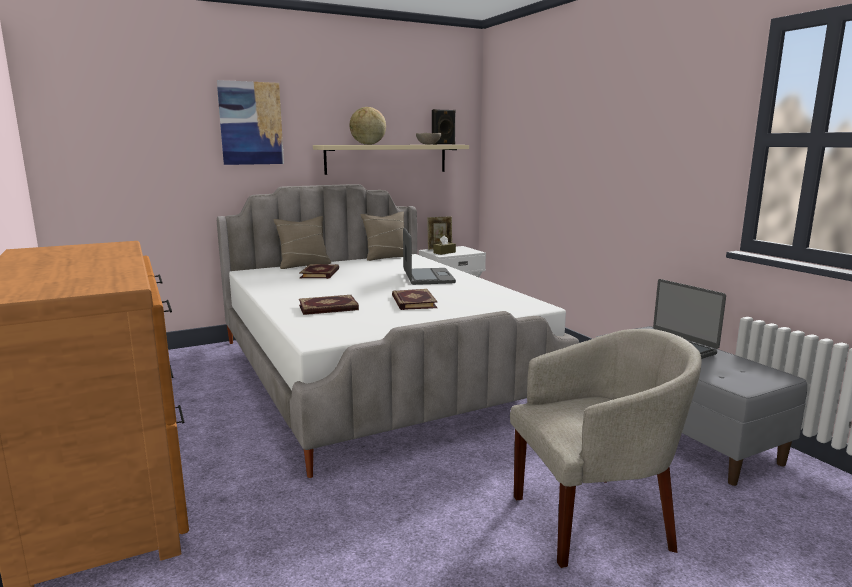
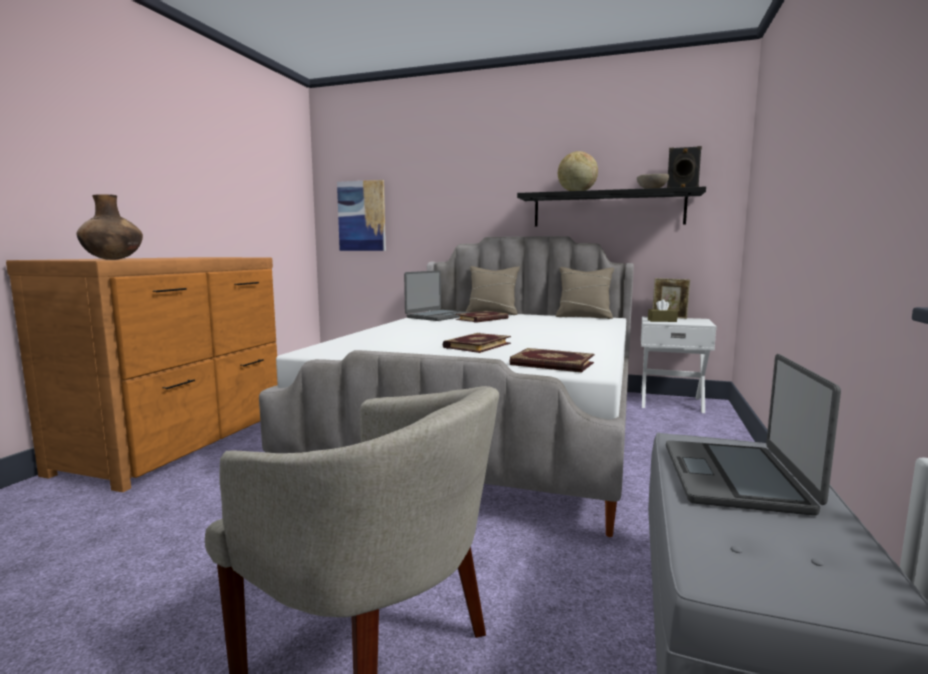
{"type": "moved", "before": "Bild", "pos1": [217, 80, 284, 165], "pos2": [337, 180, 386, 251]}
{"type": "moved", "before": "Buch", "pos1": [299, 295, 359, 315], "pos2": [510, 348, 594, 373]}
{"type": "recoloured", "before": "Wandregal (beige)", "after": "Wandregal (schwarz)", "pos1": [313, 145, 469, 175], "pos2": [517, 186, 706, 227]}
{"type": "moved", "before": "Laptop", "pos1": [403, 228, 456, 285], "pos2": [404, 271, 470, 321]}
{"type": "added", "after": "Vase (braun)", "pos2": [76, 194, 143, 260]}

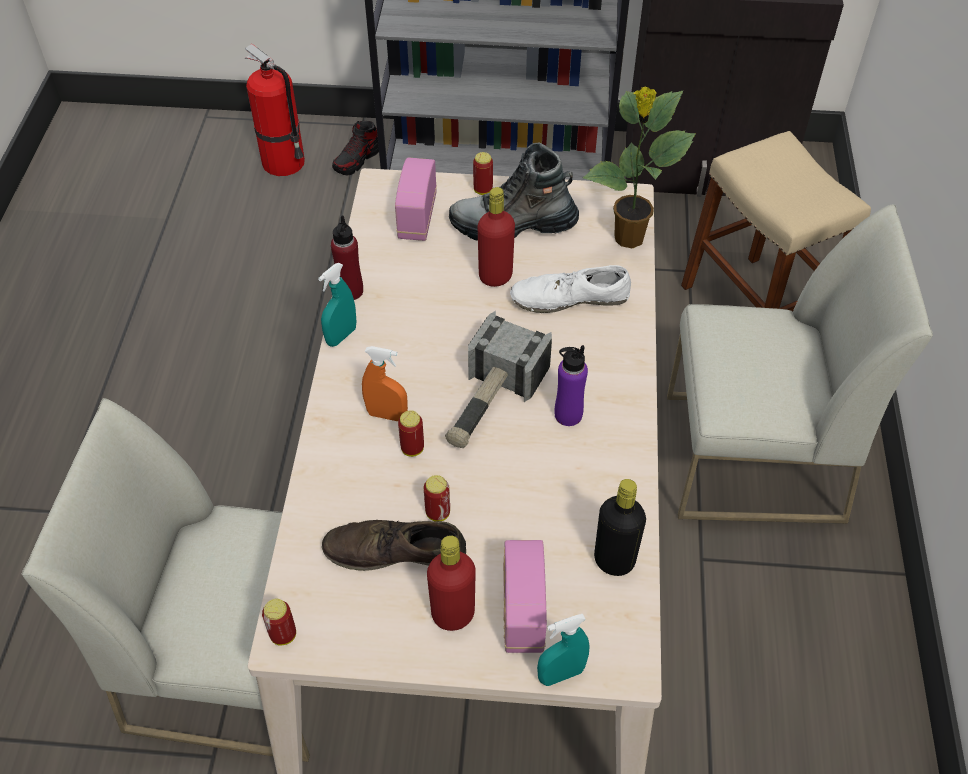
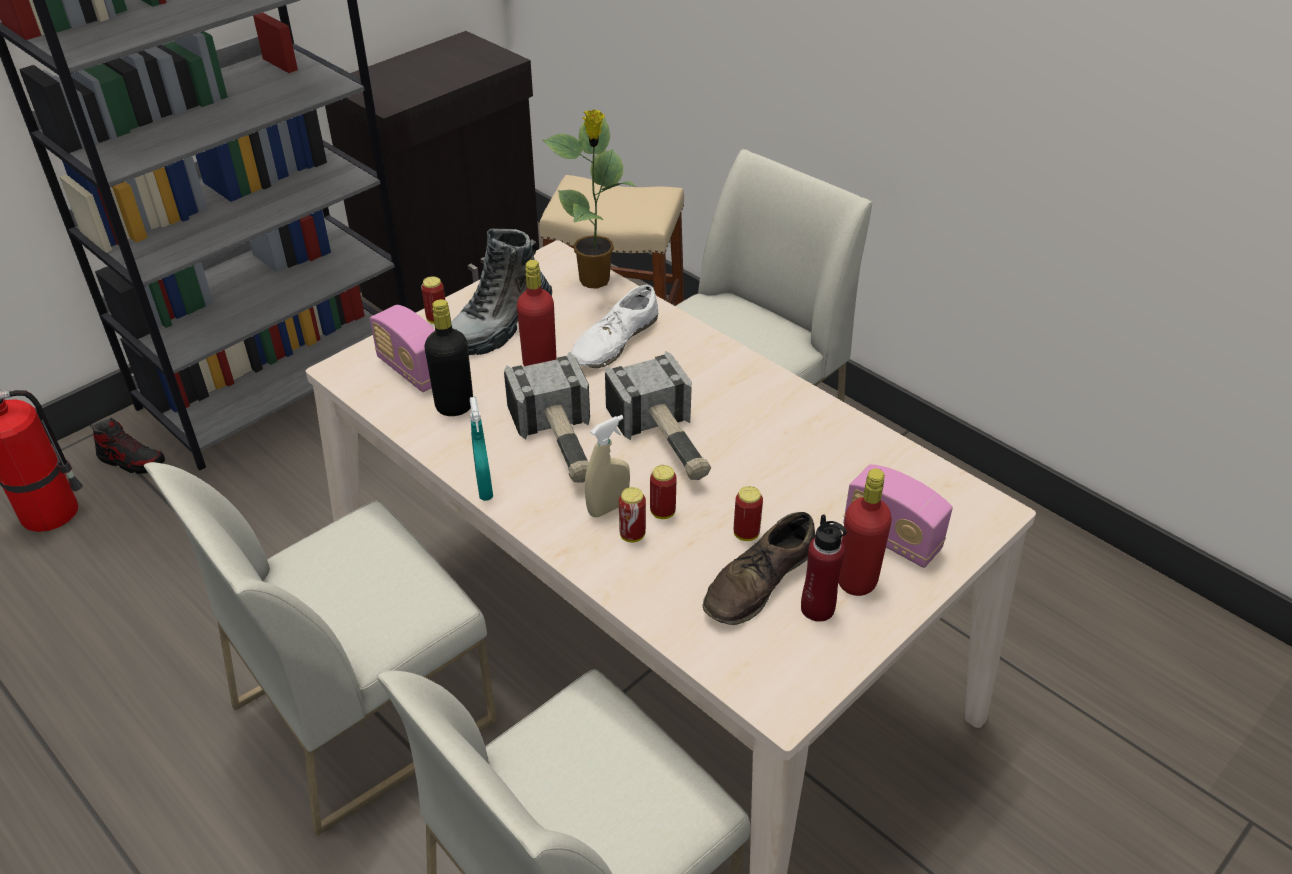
{"type": "moved", "before": "Dose", "pos1": [262, 599, 296, 646], "pos2": [619, 487, 646, 542]}
{"type": "moved", "before": "Flasche (rot)", "pos1": [331, 216, 363, 300], "pos2": [801, 514, 847, 622]}
{"type": "turned", "before": "Schuh", "pos1": [332, 121, 379, 176], "pos2": [93, 418, 165, 474], "turn": -60}
{"type": "recoloured", "before": "Sprühflasche (orange)", "after": "Sprühflasche (beige)", "pos1": [362, 346, 408, 421], "pos2": [585, 415, 630, 517]}
{"type": "removed", "before": "Sprühflasche (türkis)", "pos1": [537, 614, 590, 686]}
{"type": "removed", "before": "Flasche (lila)", "pos1": [555, 345, 588, 426]}
{"type": "moved", "before": "Flasche (schwarz)", "pos1": [594, 479, 646, 576], "pos2": [424, 299, 473, 416]}
{"type": "added", "after": "Stuhl (weiß)", "pos2": [144, 462, 497, 836]}
{"type": "added", "after": "Hammer", "pos2": [504, 352, 590, 483]}

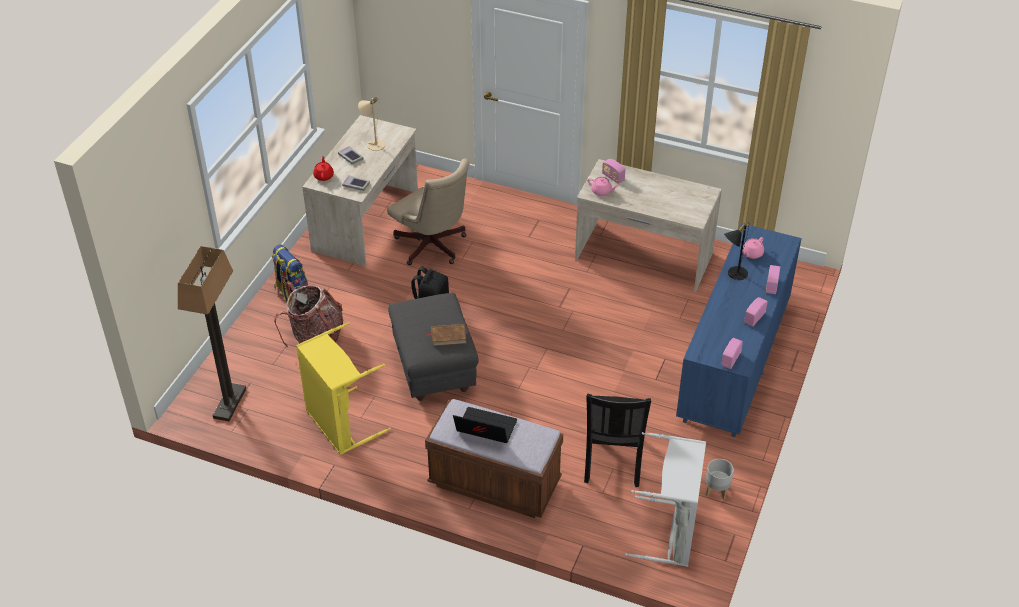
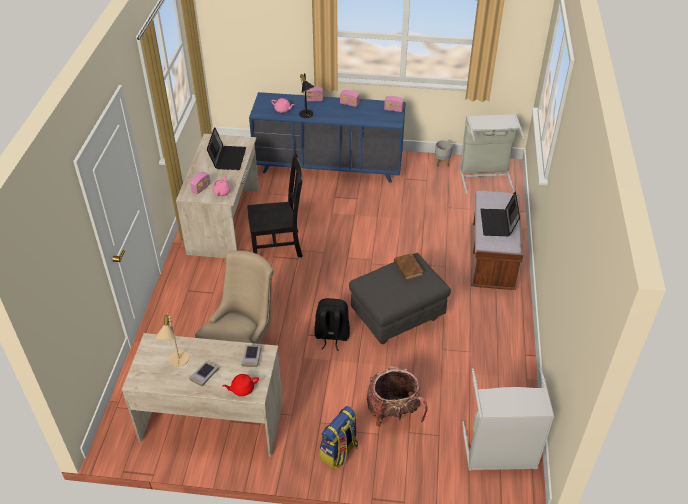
{"type": "replaced", "before": "Stehlampe", "after": "Wäschekorb (grau)", "pos1": [178, 246, 246, 421], "pos2": [462, 367, 554, 471]}
{"type": "removed", "before": "Wäschekorb (gelb)", "pos1": [296, 322, 391, 455]}
{"type": "moved", "before": "Stuhl (schwarz)", "pos1": [584, 394, 651, 487], "pos2": [247, 153, 303, 257]}
{"type": "added", "after": "Laptop", "pos2": [207, 127, 246, 170]}

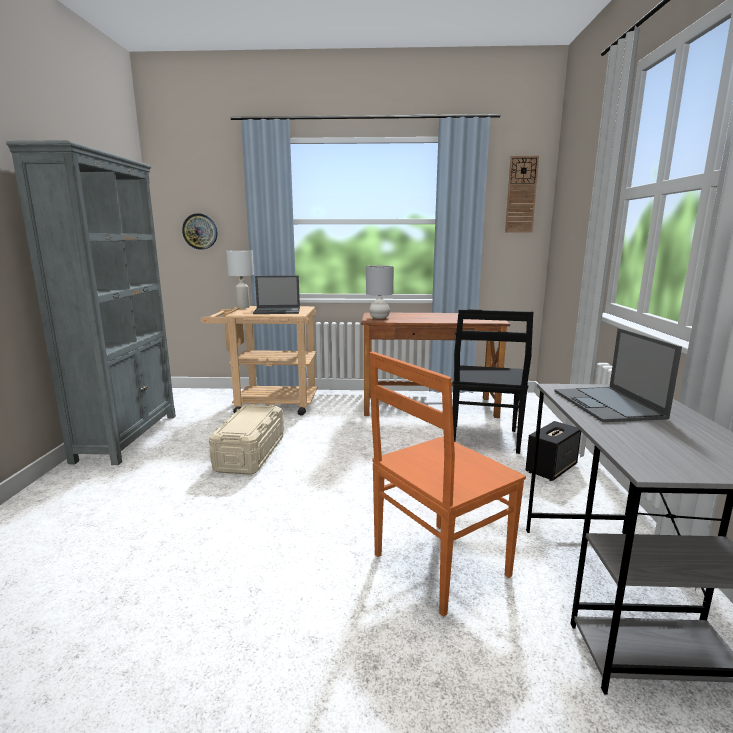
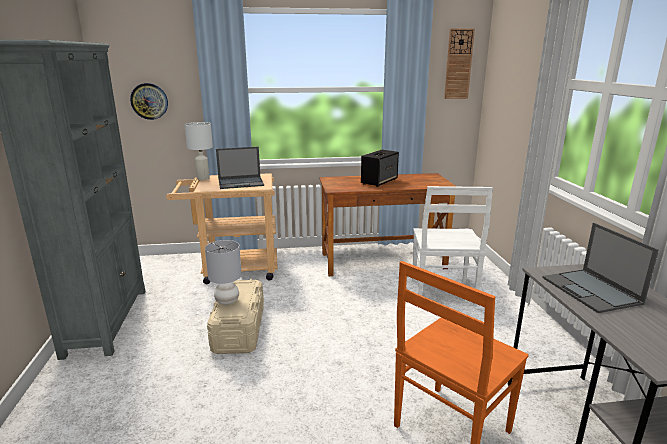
{"type": "moved", "before": "Tischlampe (grau)", "pos1": [366, 266, 394, 319], "pos2": [205, 240, 242, 305]}
{"type": "recoloured", "before": "Stuhl (schwarz)", "after": "Stuhl (weiß)", "pos1": [453, 309, 533, 454], "pos2": [412, 186, 493, 306]}
{"type": "moved", "before": "Lautsprecher", "pos1": [526, 421, 581, 481], "pos2": [361, 150, 399, 187]}

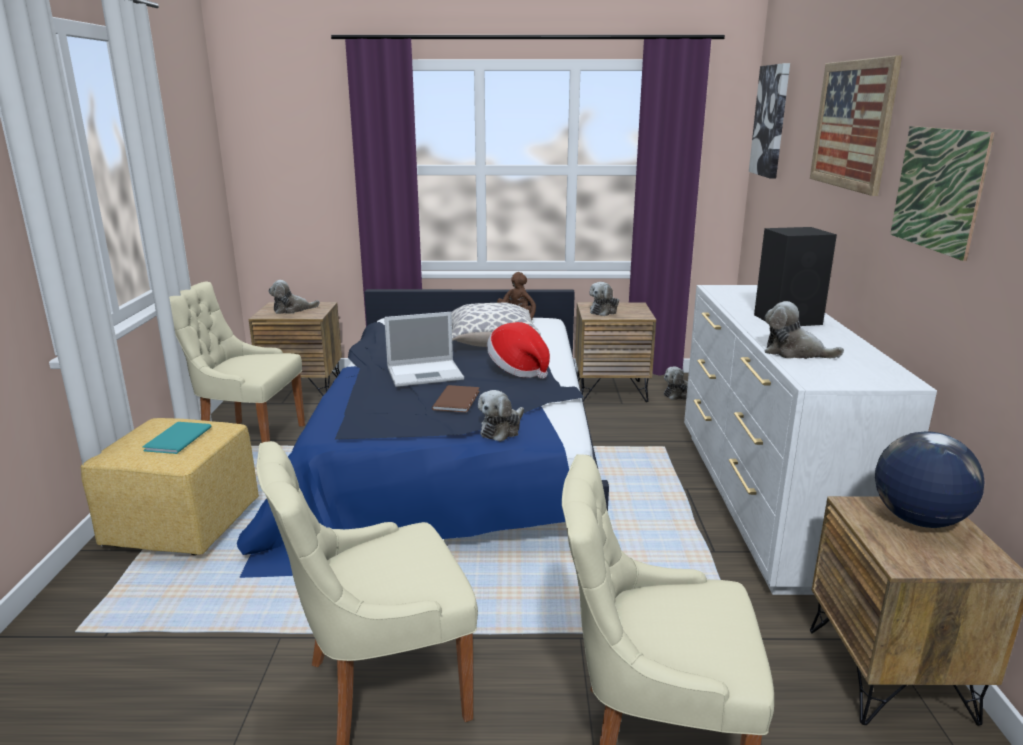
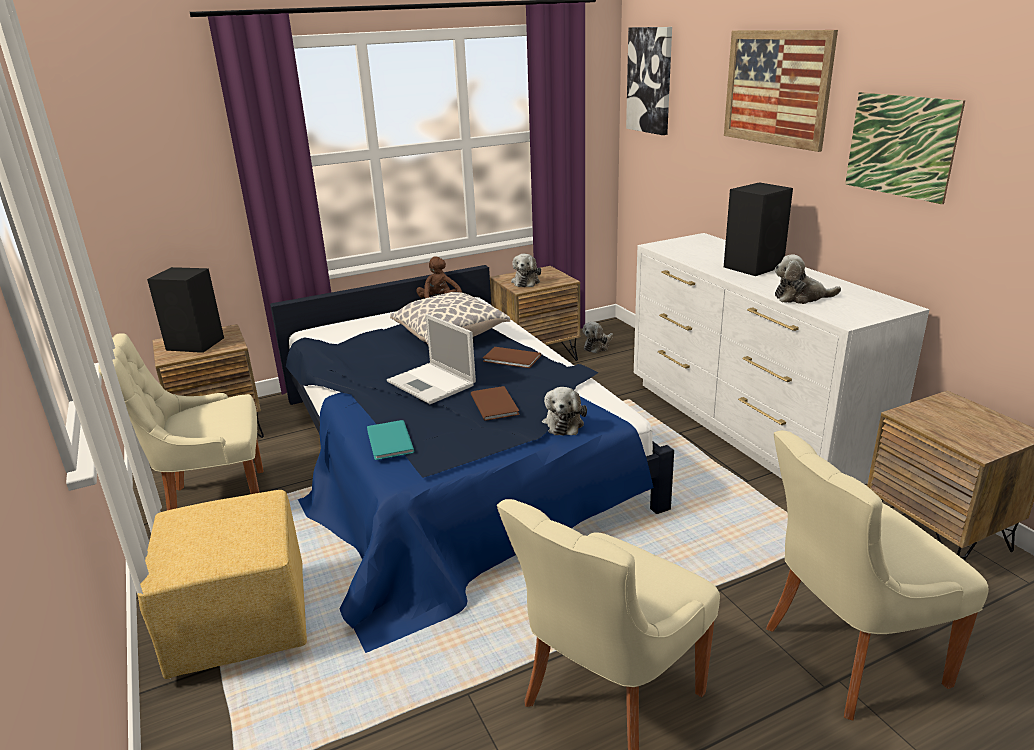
{"type": "moved", "before": "Buch (türkis)", "pos1": [142, 422, 212, 454], "pos2": [367, 420, 414, 460]}
{"type": "replaced", "before": "Plüschtier", "after": "Lautsprecher (schwarz)", "pos1": [268, 280, 320, 314], "pos2": [147, 267, 224, 353]}
{"type": "turned", "before": "Laptop", "pos1": [384, 312, 464, 387], "pos2": [387, 314, 476, 404], "turn": 90}
{"type": "replaced", "before": "Hut", "after": "Buch (braun)", "pos1": [487, 322, 550, 379], "pos2": [483, 347, 541, 368]}
{"type": "removed", "before": "Globus", "pos1": [875, 431, 985, 528]}

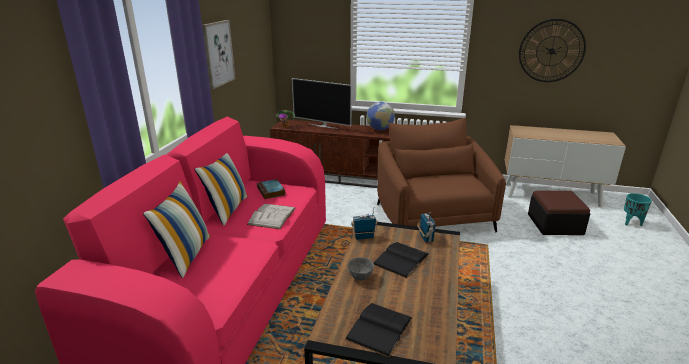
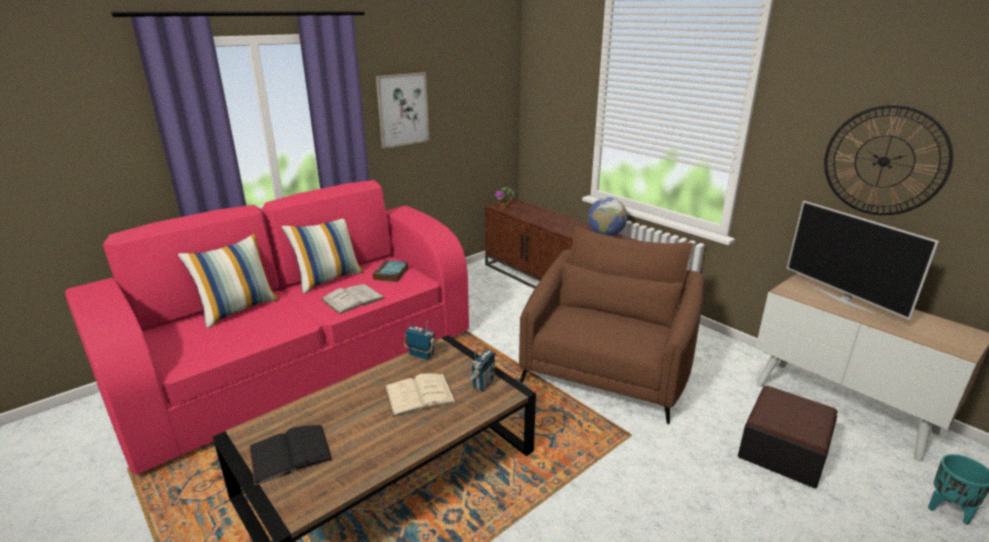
{"type": "moved", "before": "Fernseher", "pos1": [292, 78, 352, 129], "pos2": [787, 201, 939, 320]}
{"type": "removed", "before": "Schüssel (grau)", "pos1": [348, 257, 374, 281]}
{"type": "recoloured", "before": "Buch (schwarz)", "after": "Buch (beige)", "pos1": [374, 242, 429, 278], "pos2": [385, 374, 457, 417]}

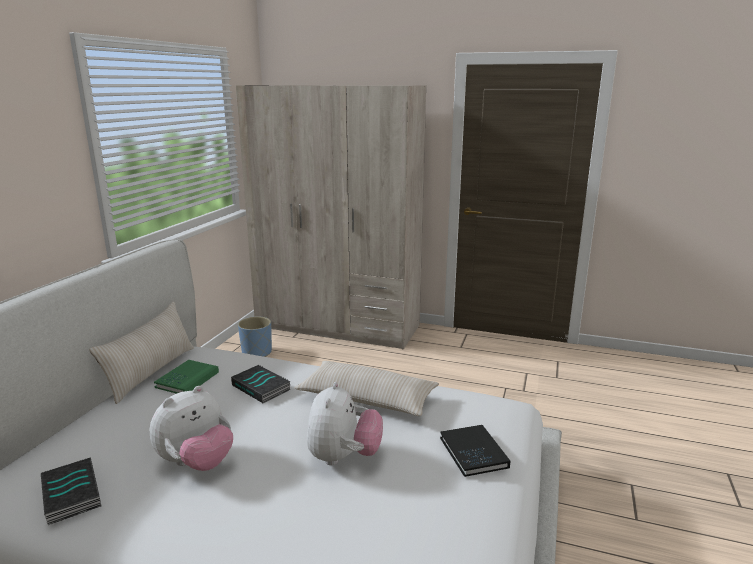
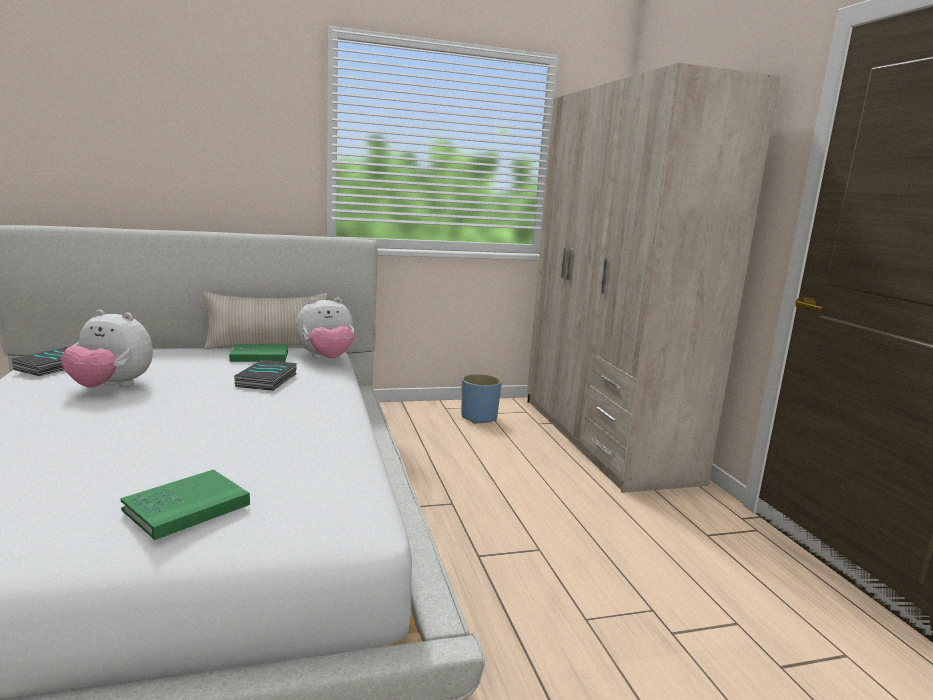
{"type": "removed", "before": "Kissen (beige)", "pos1": [294, 361, 439, 416]}
{"type": "moved", "before": "Plüschtier", "pos1": [307, 382, 383, 465], "pos2": [295, 297, 354, 358]}
{"type": "recoloured", "before": "Buch (schwarz)", "after": "Buch (grün)", "pos1": [440, 425, 510, 477], "pos2": [120, 469, 250, 540]}

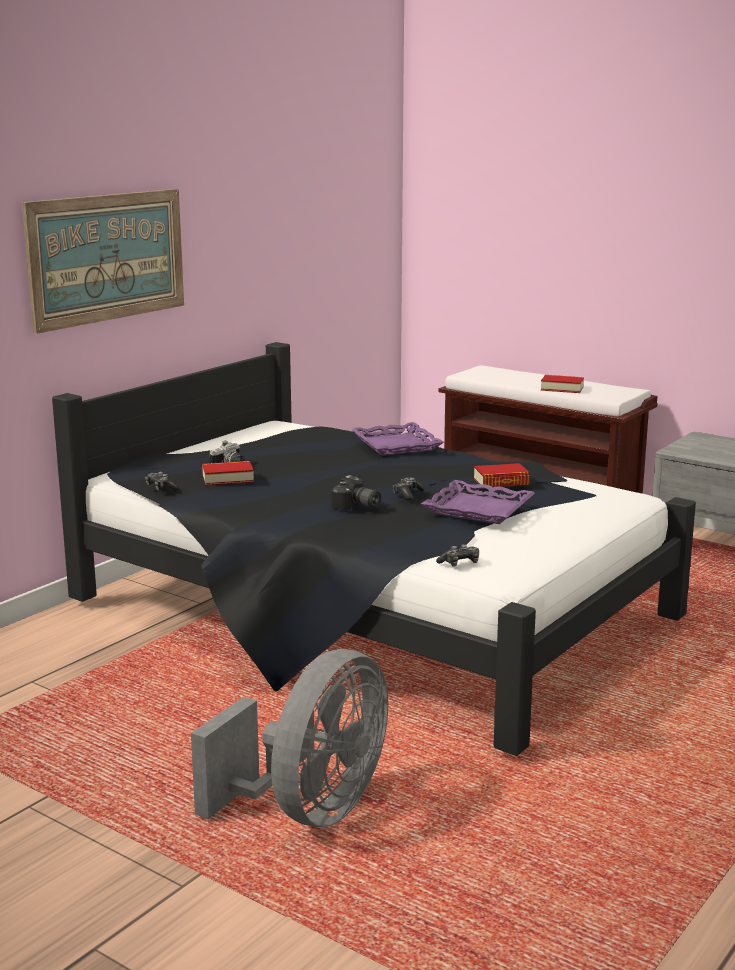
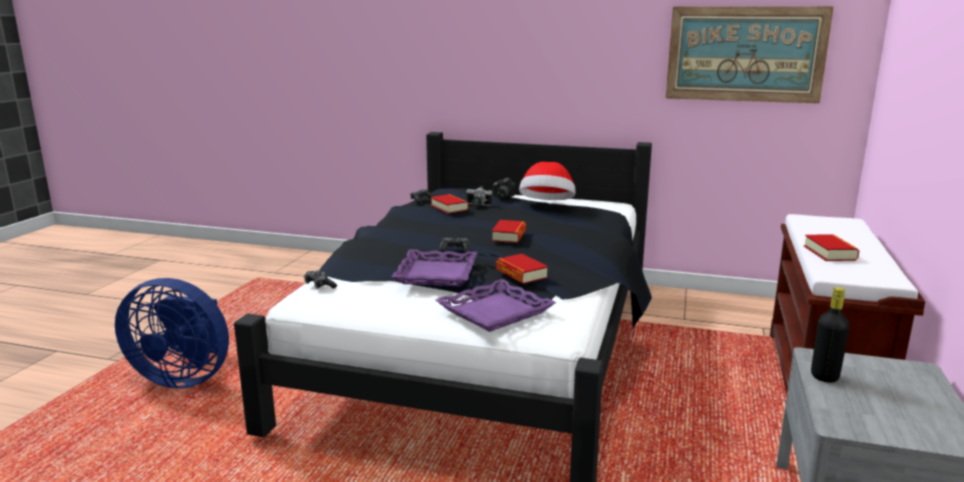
{"type": "moved", "before": "Bild", "pos1": [22, 189, 184, 334], "pos2": [666, 6, 834, 104]}
{"type": "recoloured", "before": "Ventilator (grau)", "after": "Ventilator (blau)", "pos1": [191, 649, 388, 827], "pos2": [115, 278, 229, 389]}
{"type": "moved", "before": "Kamera", "pos1": [331, 475, 381, 510], "pos2": [493, 178, 516, 199]}
{"type": "moved", "before": "Tablett (lila)", "pos1": [352, 422, 444, 456], "pos2": [436, 279, 556, 332]}
{"type": "added", "after": "Buch", "pos2": [492, 220, 526, 243]}
{"type": "added", "after": "Hut", "pos2": [519, 162, 576, 200]}
{"type": "added", "after": "Flasche (schwarz)", "pos2": [811, 287, 850, 383]}

